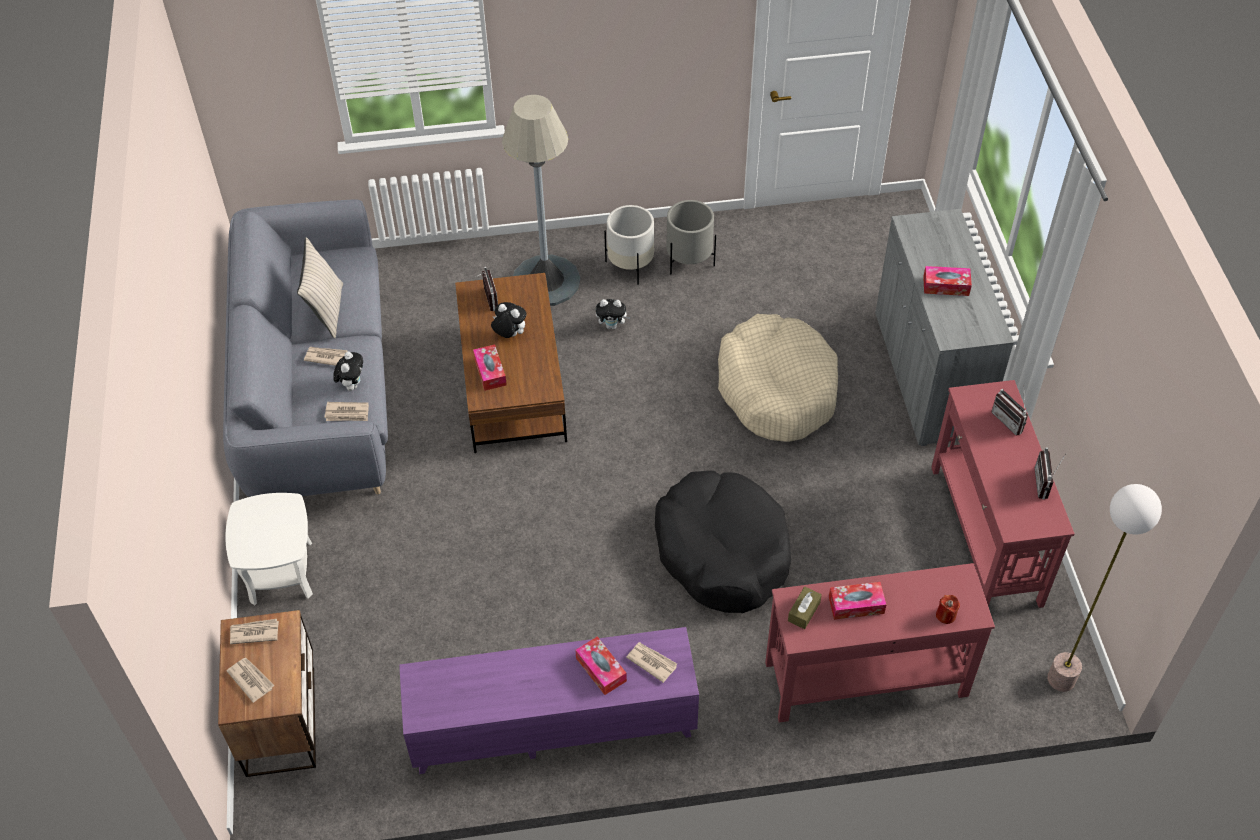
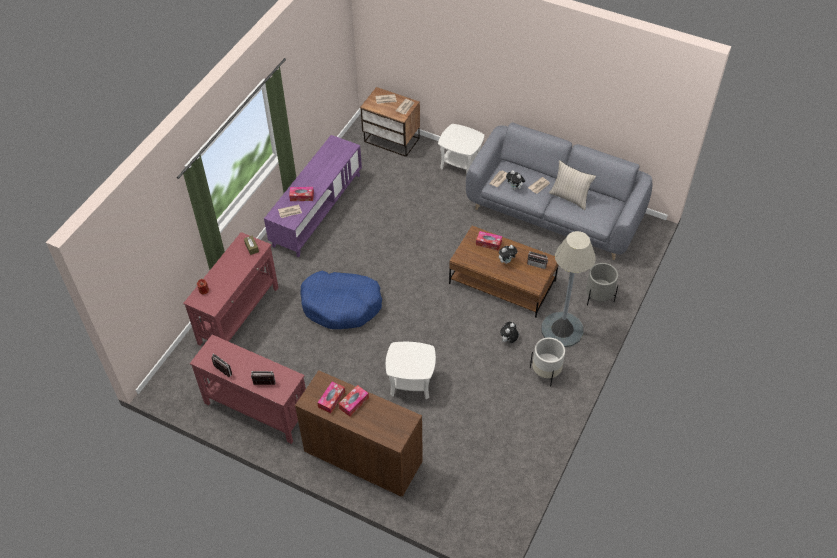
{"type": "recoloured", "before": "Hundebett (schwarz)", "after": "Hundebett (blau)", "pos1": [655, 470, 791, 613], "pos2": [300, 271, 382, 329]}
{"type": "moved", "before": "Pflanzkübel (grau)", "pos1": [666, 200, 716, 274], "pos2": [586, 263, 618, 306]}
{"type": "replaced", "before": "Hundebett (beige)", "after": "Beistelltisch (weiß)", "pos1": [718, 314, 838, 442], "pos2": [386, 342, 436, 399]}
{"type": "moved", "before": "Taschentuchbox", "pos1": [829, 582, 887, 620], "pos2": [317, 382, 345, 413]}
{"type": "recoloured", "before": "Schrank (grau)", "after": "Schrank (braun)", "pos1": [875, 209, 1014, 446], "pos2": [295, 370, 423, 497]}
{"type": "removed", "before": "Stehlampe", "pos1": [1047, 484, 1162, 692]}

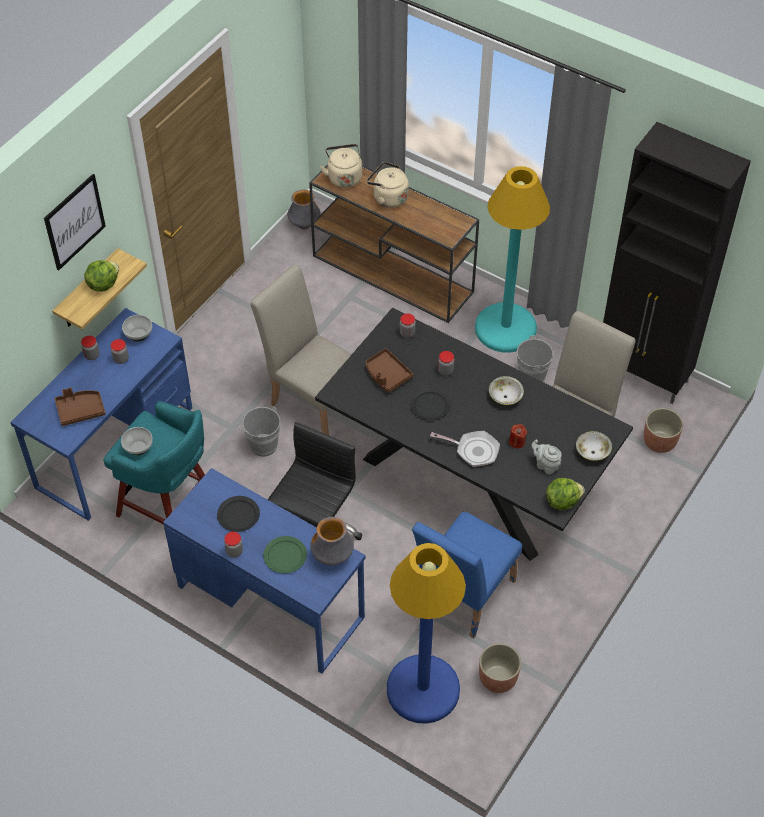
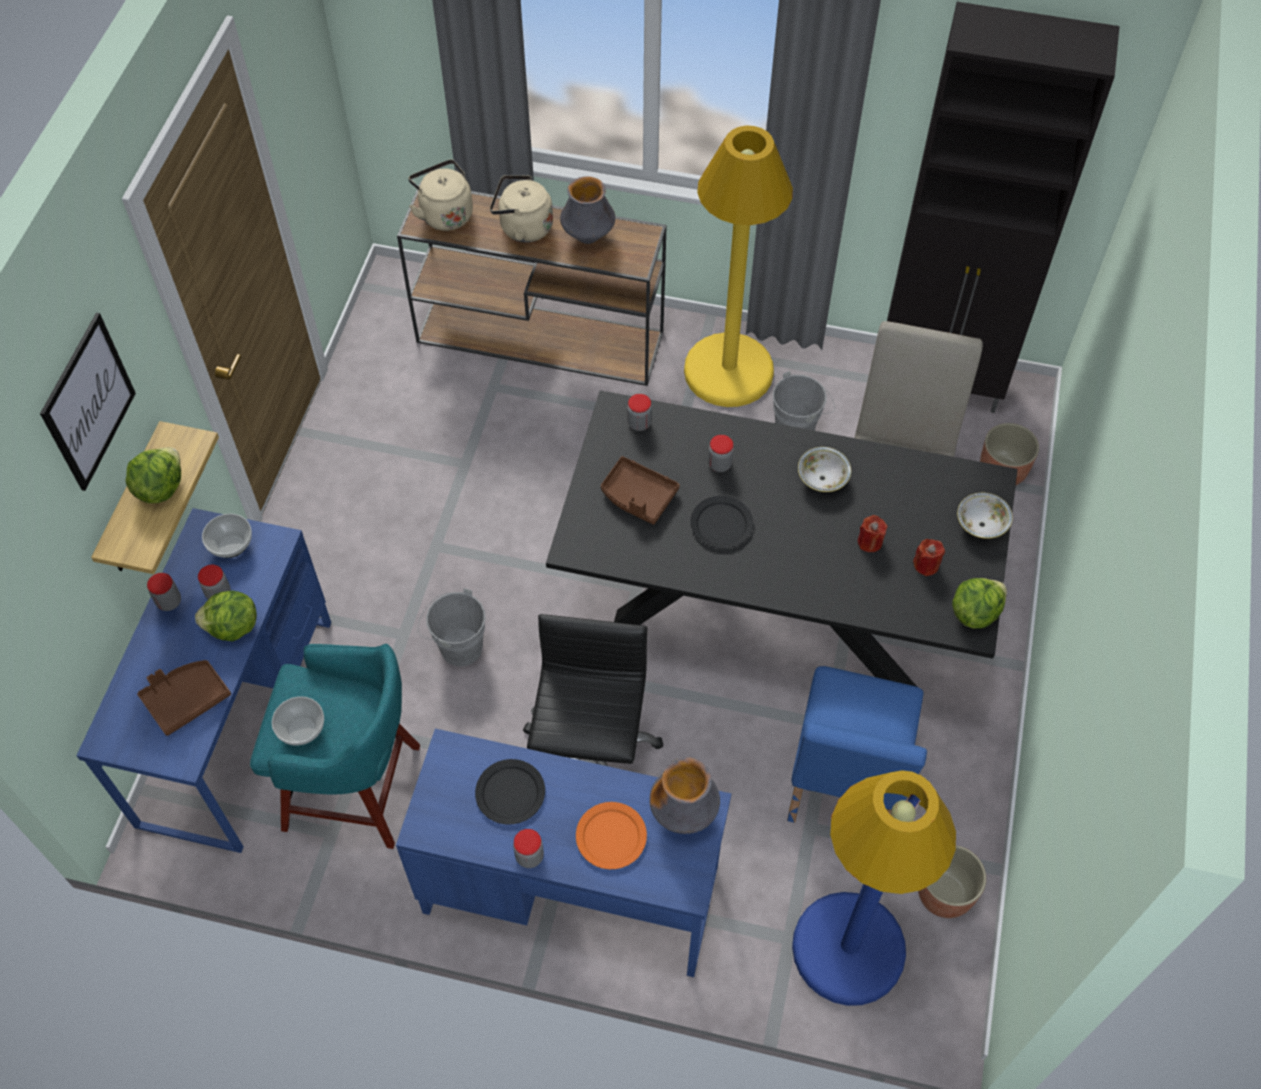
{"type": "removed", "before": "Stuhl (beige)", "pos1": [250, 265, 352, 435]}
{"type": "recoloured", "before": "Teller (grün)", "after": "Teller (orange)", "pos1": [263, 536, 307, 573], "pos2": [576, 802, 647, 869]}
{"type": "moved", "before": "Vase", "pos1": [288, 190, 321, 229], "pos2": [560, 176, 615, 244]}
{"type": "removed", "before": "Pfanne", "pos1": [430, 431, 500, 467]}
{"type": "recoloured", "before": "Stehlampe (türkis)", "after": "Stehlampe (gelb)", "pos1": [475, 166, 550, 353], "pos2": [684, 126, 793, 407]}
{"type": "replaced", "before": "Teekanne (grau)", "after": "Kerze (rot)", "pos1": [531, 440, 562, 474], "pos2": [913, 539, 945, 576]}
{"type": "added", "after": "Salatkopf", "pos2": [195, 591, 257, 642]}

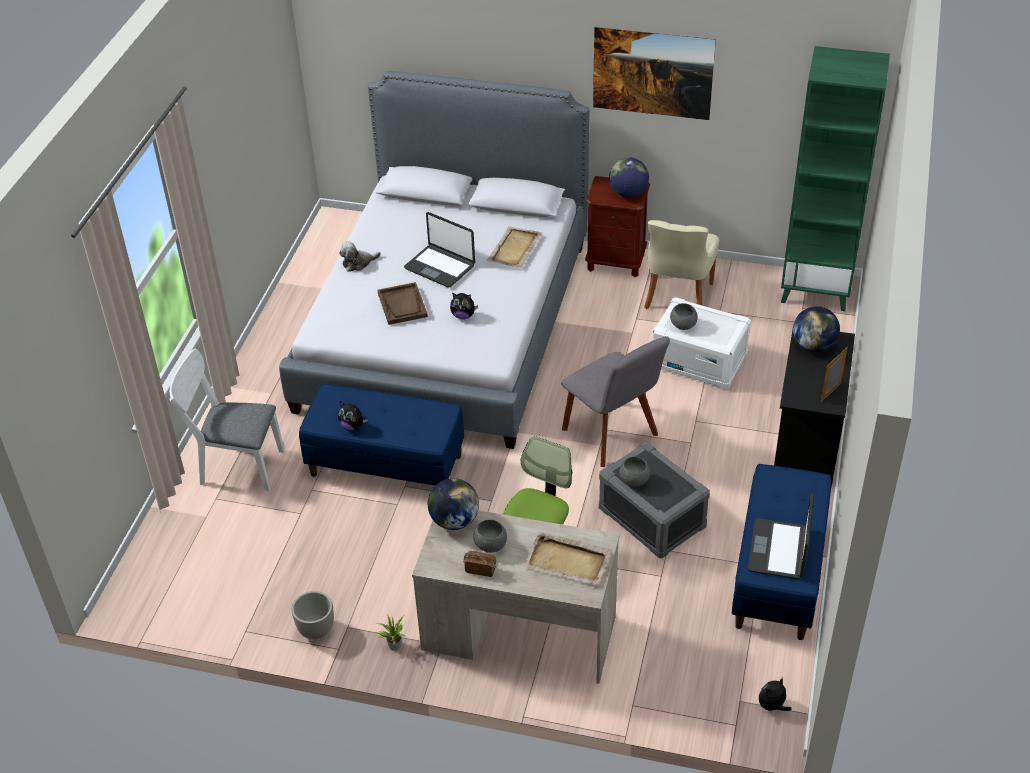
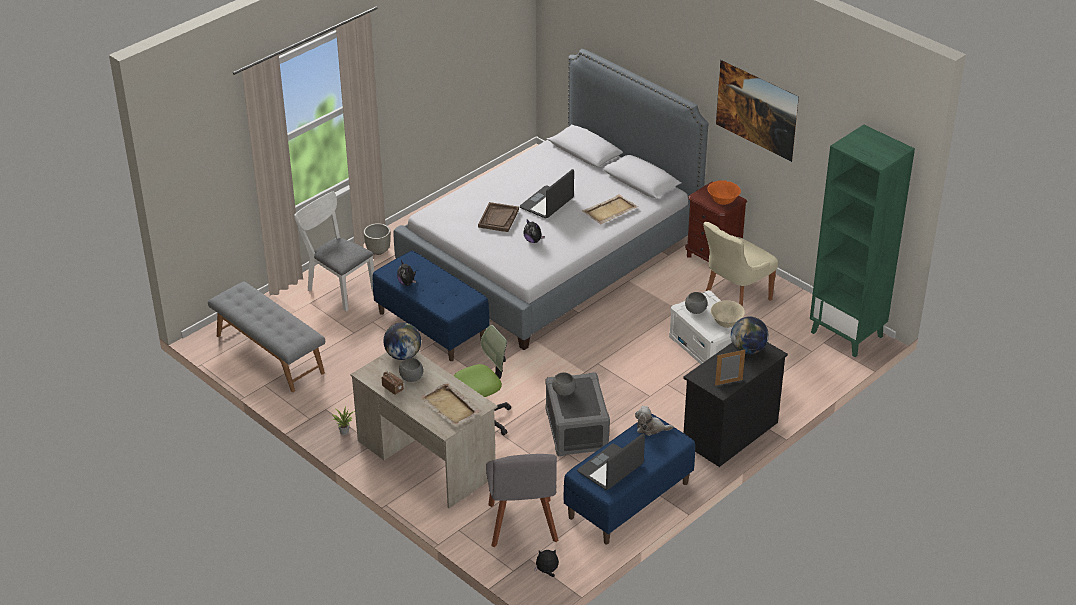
{"type": "moved", "before": "Pflanzkübel (grau)", "pos1": [292, 591, 334, 639], "pos2": [364, 223, 391, 255]}
{"type": "moved", "before": "Plüschtier", "pos1": [339, 241, 381, 272], "pos2": [635, 406, 673, 436]}
{"type": "turned", "before": "Laptop", "pos1": [404, 212, 475, 287], "pos2": [519, 169, 574, 219], "turn": 60}
{"type": "moved", "before": "Stuhl (grau)", "pos1": [561, 336, 670, 467], "pos2": [486, 454, 558, 547]}
{"type": "replaced", "before": "Globus", "after": "Schüssel (orange)", "pos1": [609, 158, 649, 198], "pos2": [707, 180, 741, 205]}
{"type": "added", "after": "Bank (grau)", "pos2": [208, 281, 325, 392]}
{"type": "added", "after": "Schüssel (beige)", "pos2": [711, 300, 745, 328]}

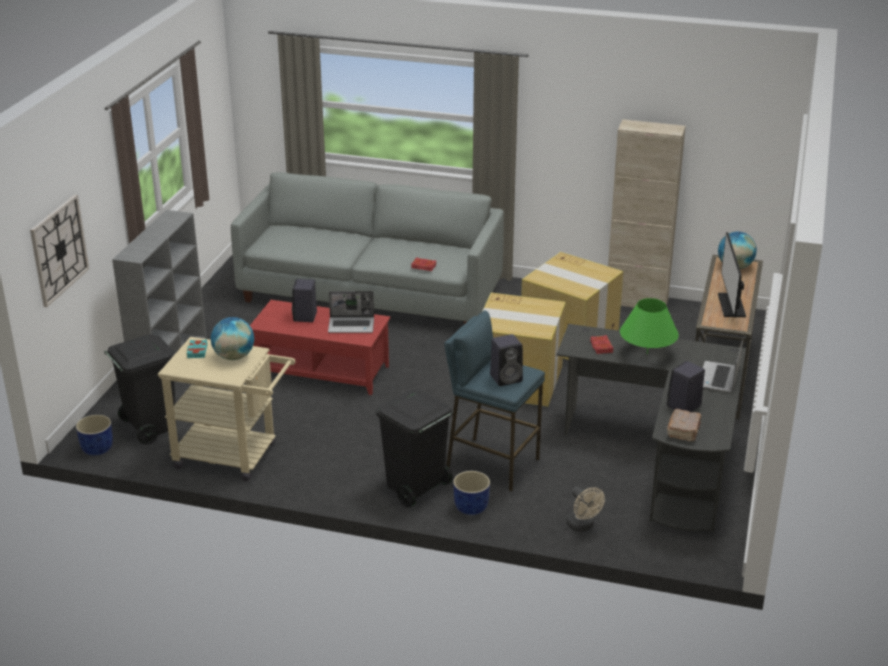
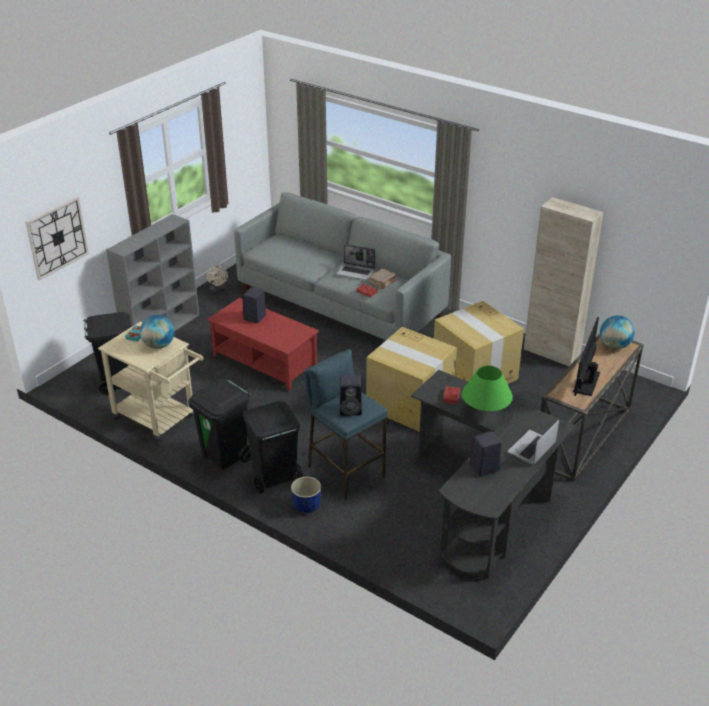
{"type": "removed", "before": "Pflanzkübel (blau)", "pos1": [76, 415, 113, 455]}
{"type": "moved", "before": "Laptop", "pos1": [328, 291, 374, 333], "pos2": [336, 244, 376, 280]}
{"type": "moved", "before": "Ventilator (beige)", "pos1": [567, 487, 605, 531], "pos2": [206, 266, 228, 293]}
{"type": "moved", "before": "Buch (braun)", "pos1": [667, 409, 701, 441], "pos2": [369, 269, 396, 289]}
{"type": "added", "after": "Mülleimer (schwarz)", "pos2": [188, 379, 251, 470]}

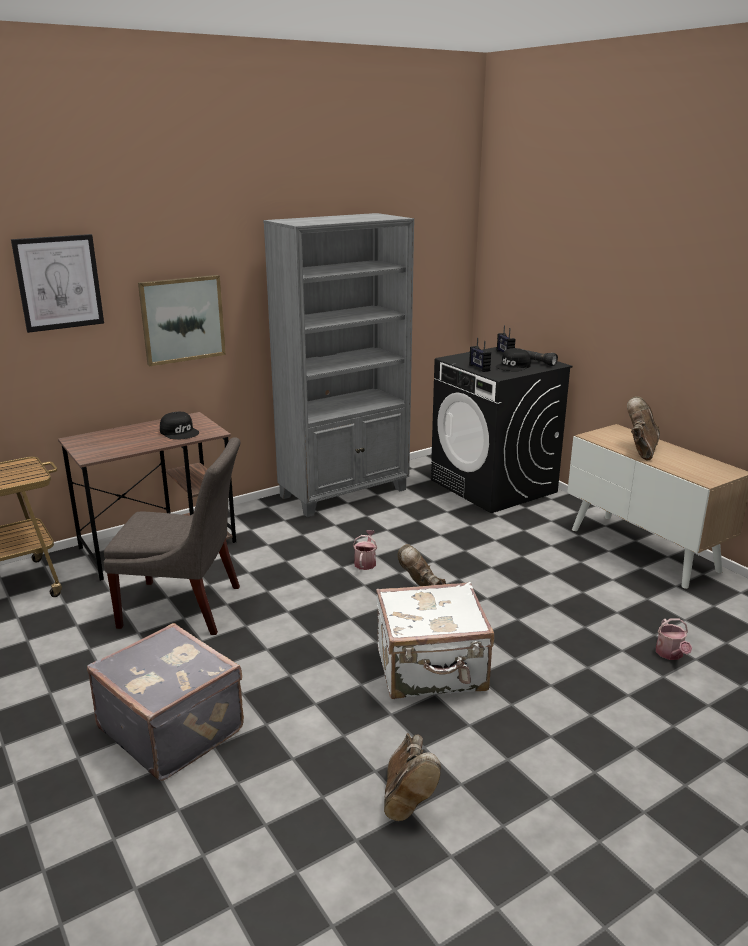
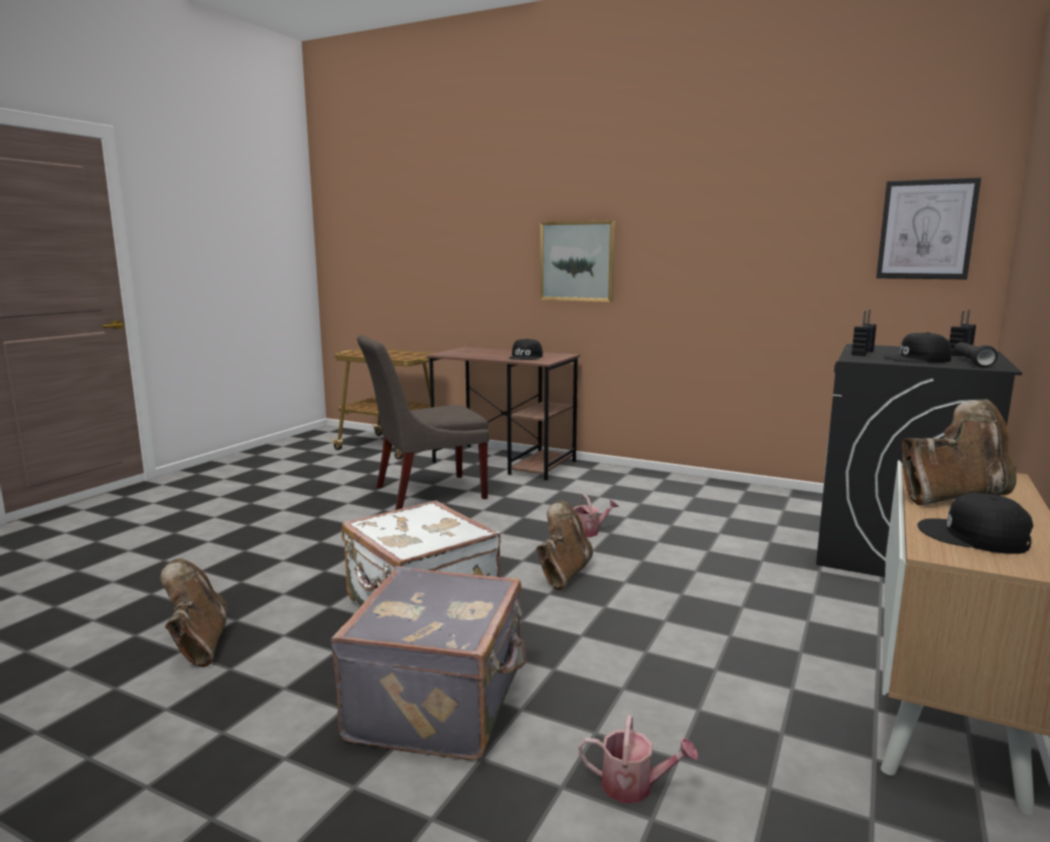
{"type": "moved", "before": "Bild", "pos1": [11, 234, 104, 333], "pos2": [876, 177, 981, 280]}
{"type": "moved", "before": "Koffer (grau)", "pos1": [87, 623, 244, 781], "pos2": [331, 566, 527, 760]}
{"type": "turned", "before": "Stuhl (grau)", "pos1": [103, 437, 241, 635], "pos2": [357, 335, 489, 510], "turn": 90}
{"type": "removed", "before": "Bücherregal (grau)", "pos1": [263, 213, 414, 517]}
{"type": "turned", "before": "Stiefel (braun)", "pos1": [384, 733, 441, 821], "pos2": [160, 558, 228, 667], "turn": 105}
{"type": "turned", "before": "Gießkanne", "pos1": [656, 618, 692, 660], "pos2": [578, 715, 699, 803], "turn": -135}
{"type": "added", "after": "Kappe (schwarz)", "pos2": [917, 493, 1033, 554]}

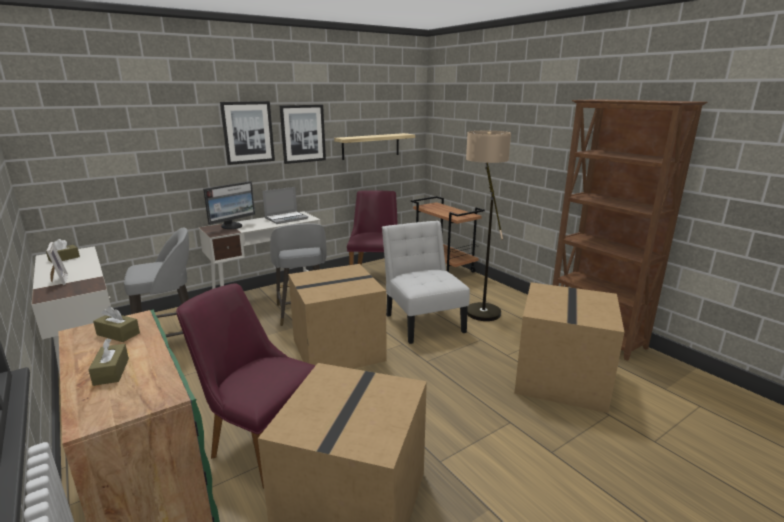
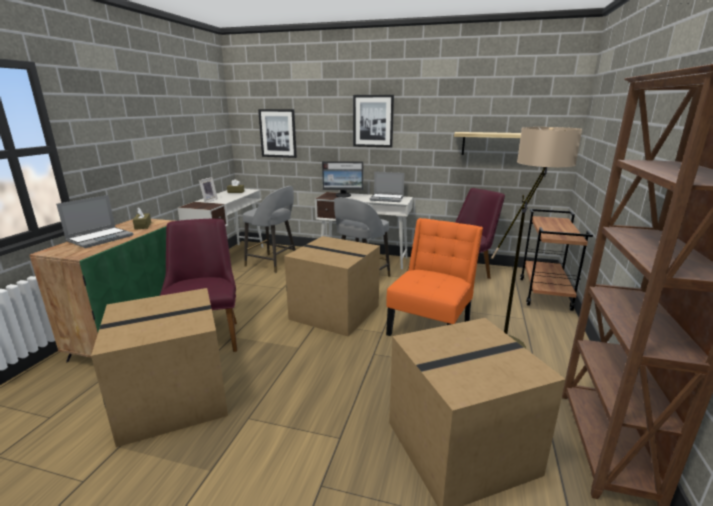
{"type": "replaced", "before": "Taschentuchbox (braun)", "after": "Laptop", "pos1": [88, 338, 129, 386], "pos2": [56, 195, 133, 248]}
{"type": "moved", "before": "Bild", "pos1": [280, 105, 326, 164], "pos2": [258, 109, 297, 158]}
{"type": "recoloured", "before": "Stuhl (weiß)", "after": "Stuhl (orange)", "pos1": [382, 221, 470, 344], "pos2": [386, 218, 483, 336]}

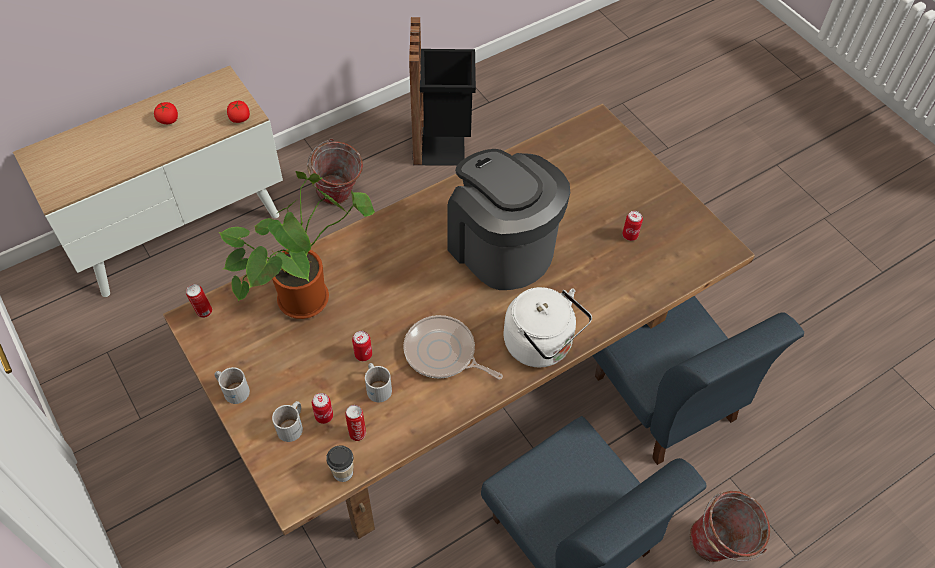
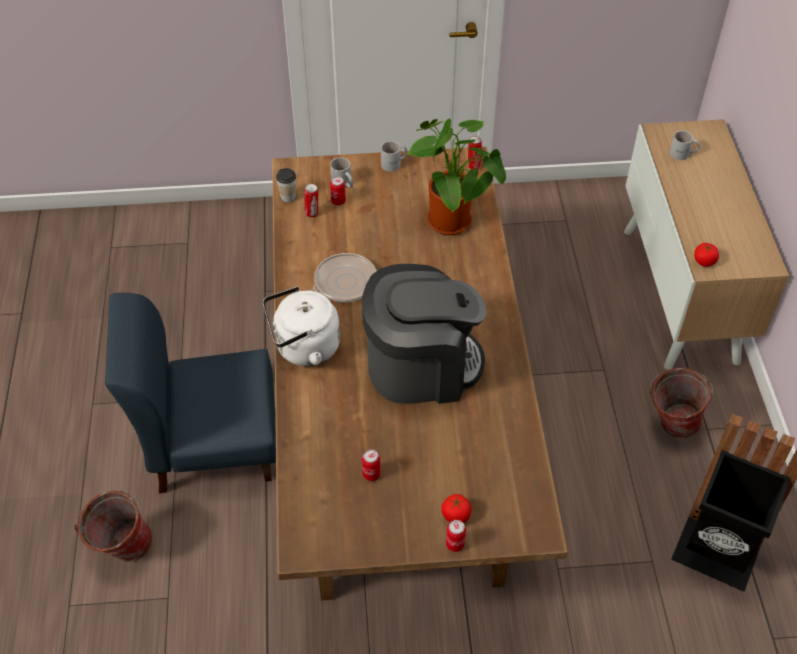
{"type": "moved", "before": "Tomate", "pos1": [154, 102, 178, 124], "pos2": [441, 494, 472, 523]}
{"type": "moved", "before": "Dose", "pos1": [352, 331, 372, 361], "pos2": [446, 520, 466, 552]}
{"type": "moved", "before": "Henkelbecher (weiß)", "pos1": [365, 363, 392, 402], "pos2": [670, 131, 700, 160]}
{"type": "removed", "before": "Stuhl (blau)", "pos1": [592, 296, 804, 465]}

